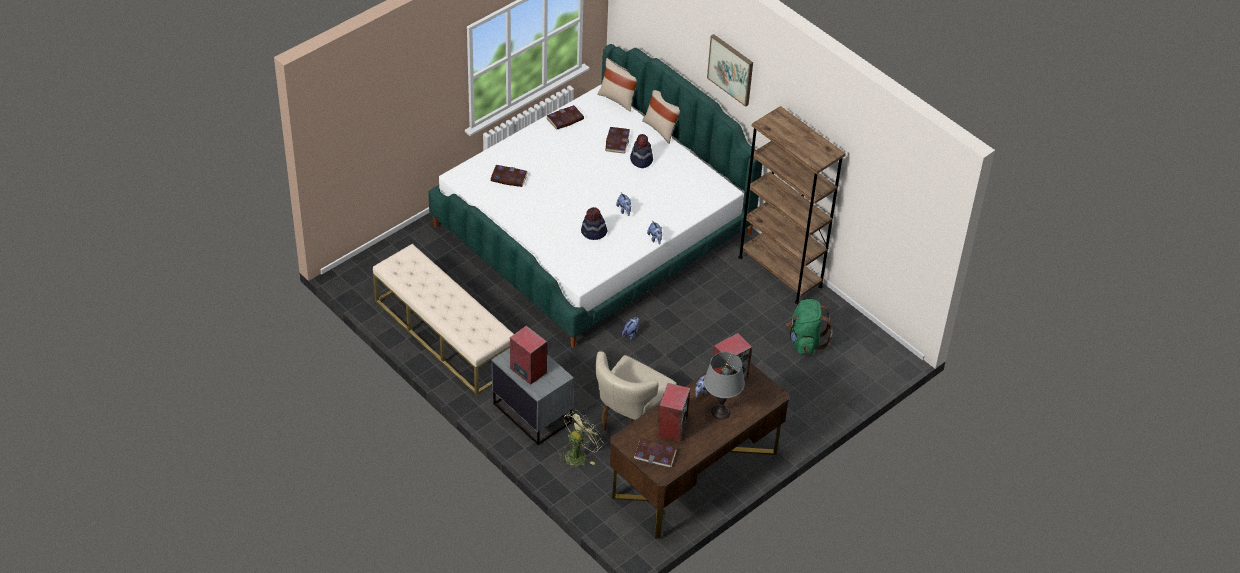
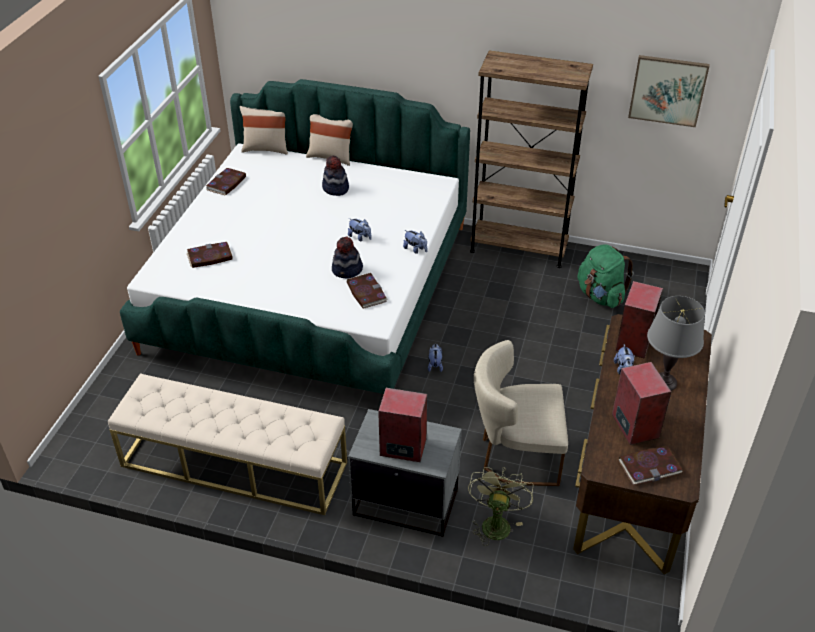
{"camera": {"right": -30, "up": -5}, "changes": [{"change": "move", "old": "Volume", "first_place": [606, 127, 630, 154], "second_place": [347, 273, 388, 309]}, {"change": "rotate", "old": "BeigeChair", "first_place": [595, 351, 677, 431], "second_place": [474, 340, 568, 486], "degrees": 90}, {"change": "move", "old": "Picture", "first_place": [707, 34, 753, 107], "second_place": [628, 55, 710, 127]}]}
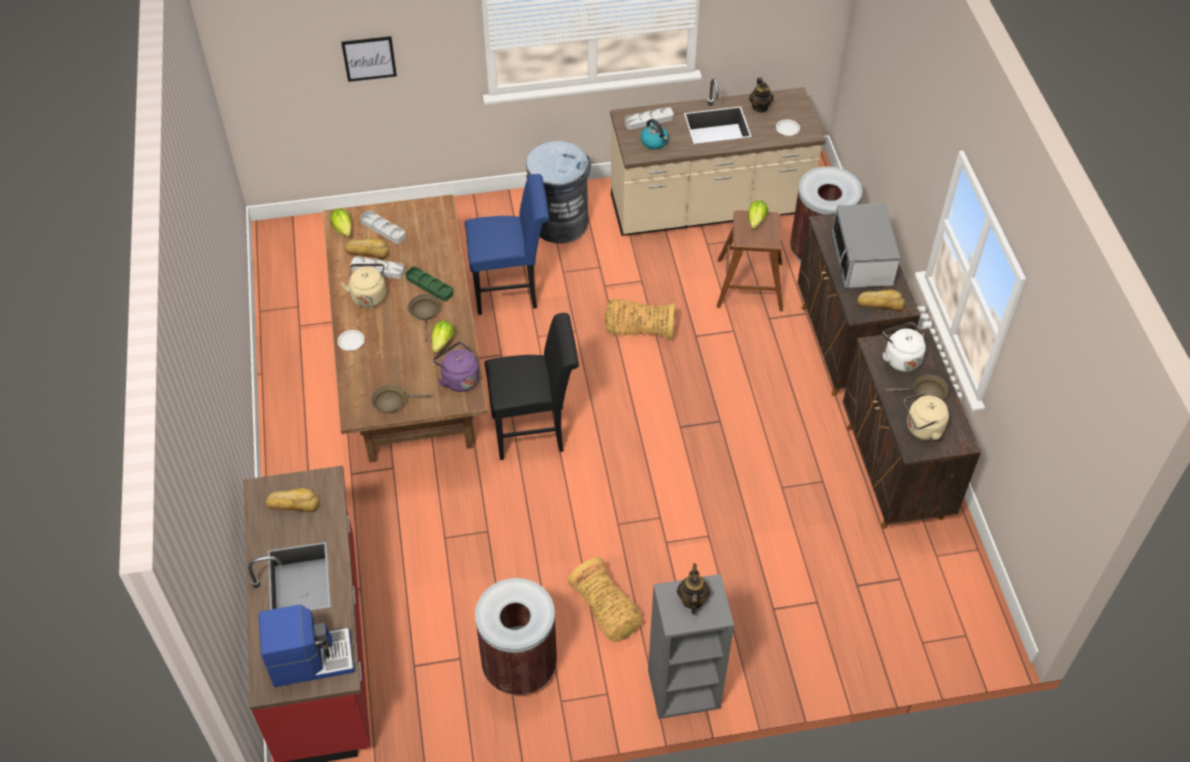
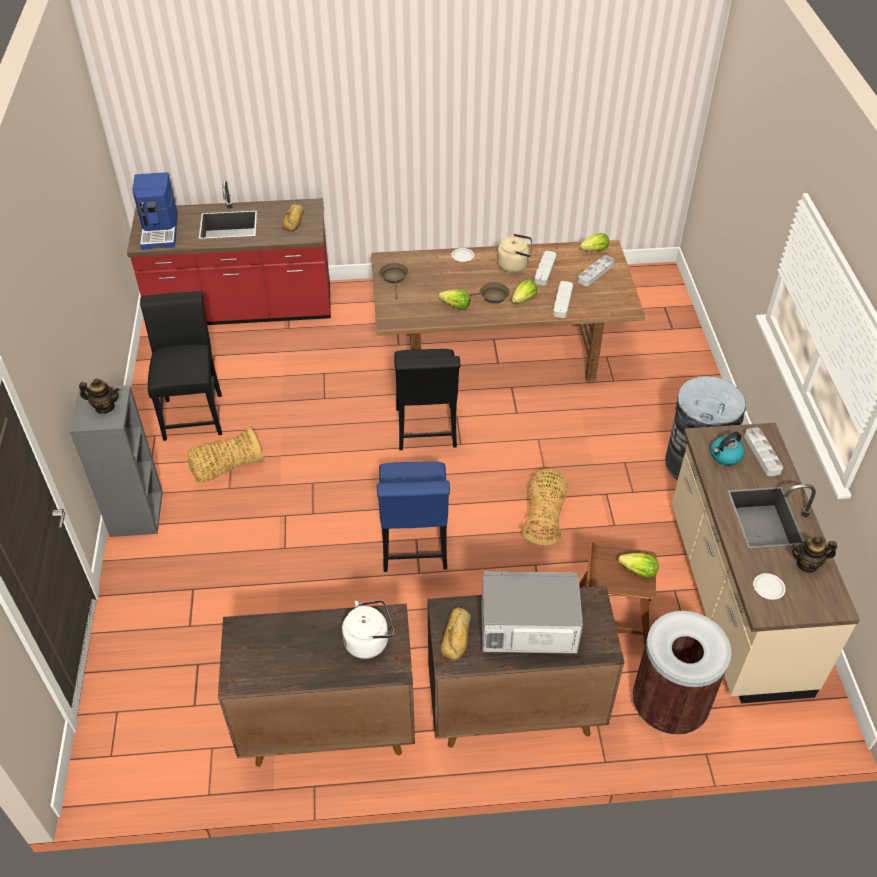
{"camera": {"right": 95, "up": -5}, "changes": [{"change": "replace", "old": "BrownColouredWasteBin", "new": "BlackColouredChair", "first_place": [475, 578, 557, 695], "second_place": [140, 291, 222, 441]}, {"change": "move", "old": "BluishChair", "first_place": [465, 174, 549, 315], "second_place": [377, 462, 450, 572]}, {"change": "replace", "old": "GreenColouredCarryingTray", "new": "LettuceHead", "first_place": [406, 267, 453, 301], "second_place": [512, 280, 537, 303]}, {"change": "insert", "new": "GreyCarryingTray", "second_place": [553, 281, 573, 318]}, {"change": "delete", "old": "Picture", "first_place": [341, 36, 397, 82]}, {"change": "delete", "old": "BakedBread", "first_place": [344, 238, 390, 259]}, {"change": "delete", "old": "PurplishTeaKettle", "first_place": [433, 342, 479, 392]}, {"change": "delete", "old": "BrownColouredFryingPan", "first_place": [886, 374, 949, 400]}, {"change": "delete", "old": "BeigeTeaKettle", "first_place": [904, 393, 949, 440]}]}
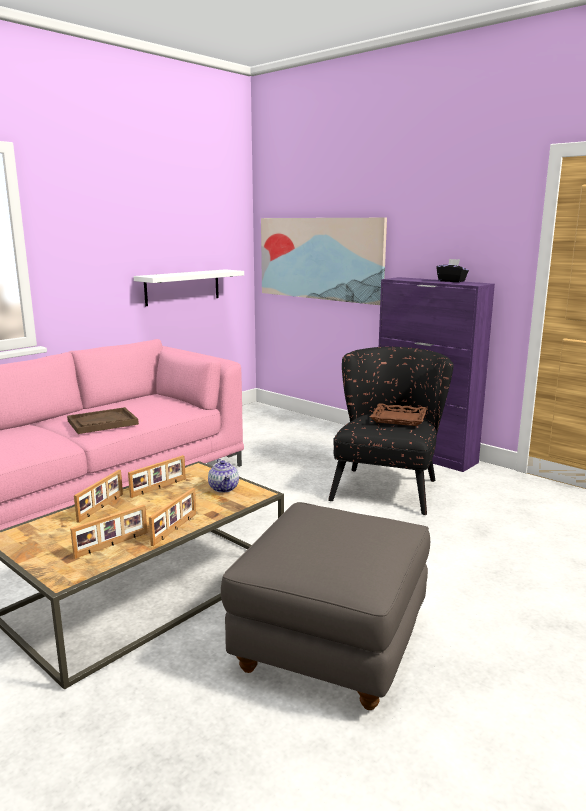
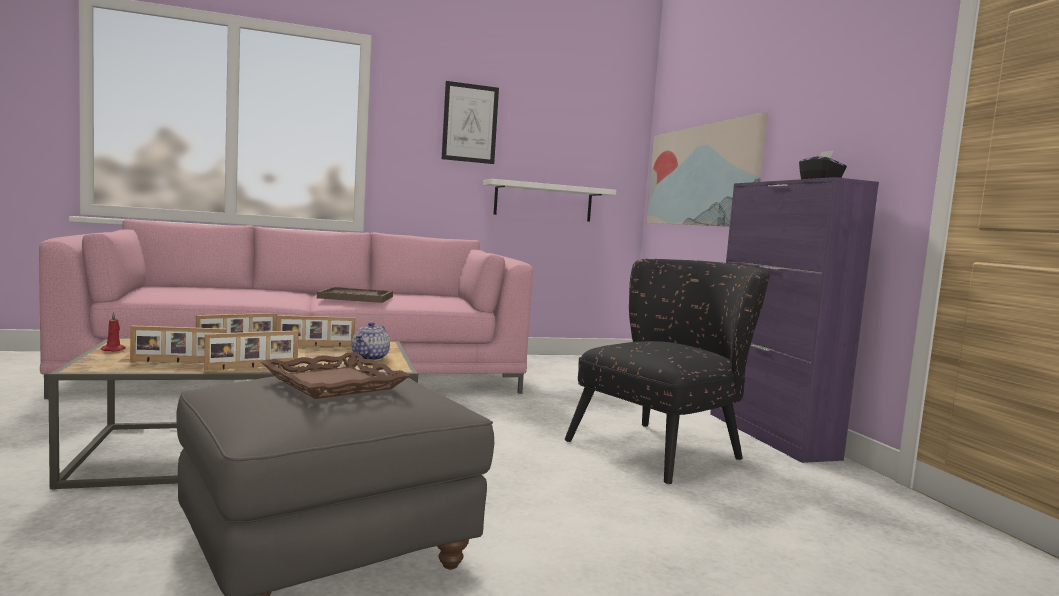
{"camera": {"right": 30, "up": -10}, "changes": [{"change": "insert", "new": "ReddishWaxLight", "second_place": [101, 312, 126, 351]}, {"change": "move", "old": "BrownColouredCarryingTray", "first_place": [370, 403, 428, 426], "second_place": [261, 352, 411, 399]}, {"change": "insert", "new": "Picture", "second_place": [442, 81, 499, 164]}]}
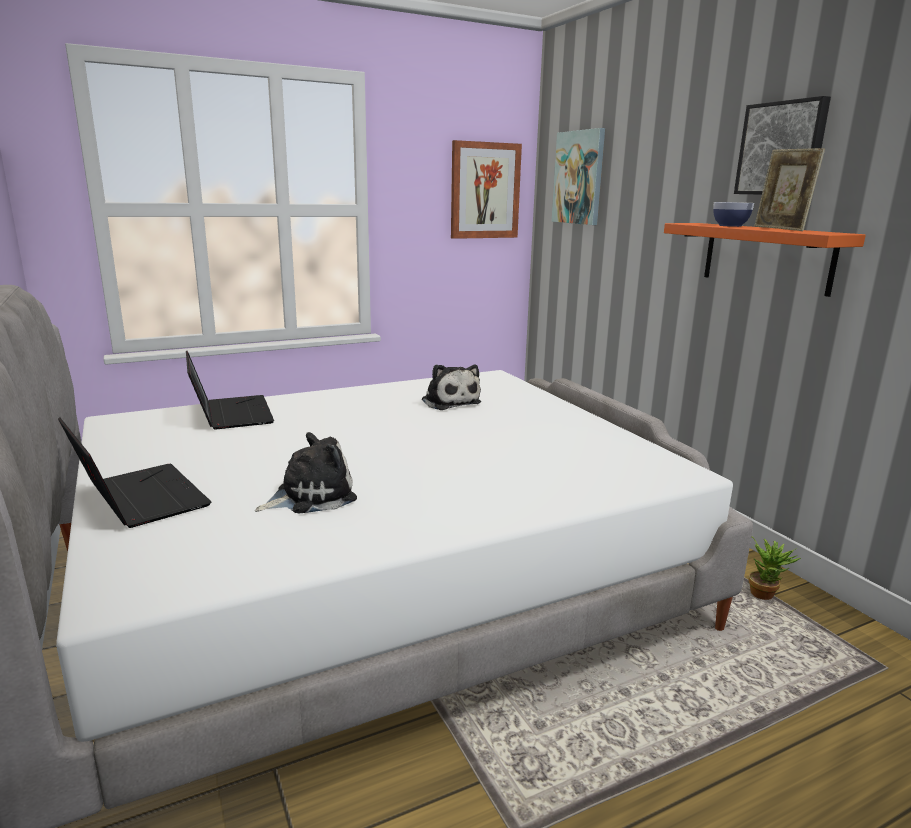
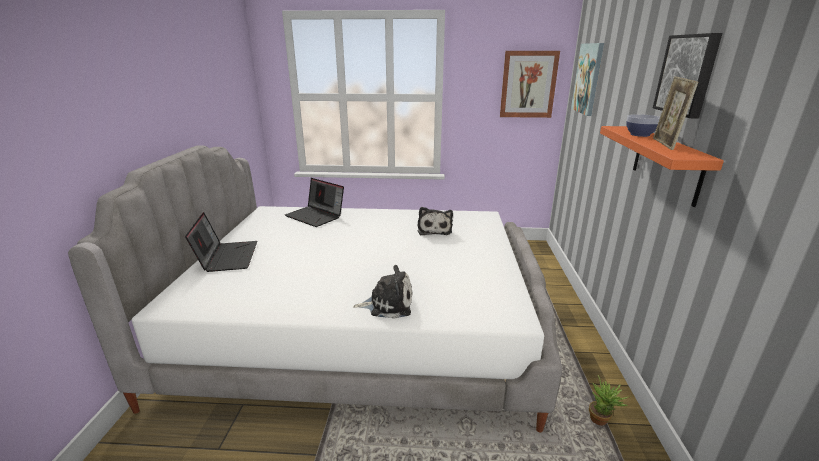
{"camera": {"right": 30, "up": 5}, "changes": [{"change": "rotate", "old": "PortableComputer", "first_place": [186, 351, 274, 430], "second_place": [285, 178, 344, 227], "degrees": 120}, {"change": "move", "old": "PlushToy", "first_place": [255, 432, 357, 514], "second_place": [353, 265, 412, 319]}]}
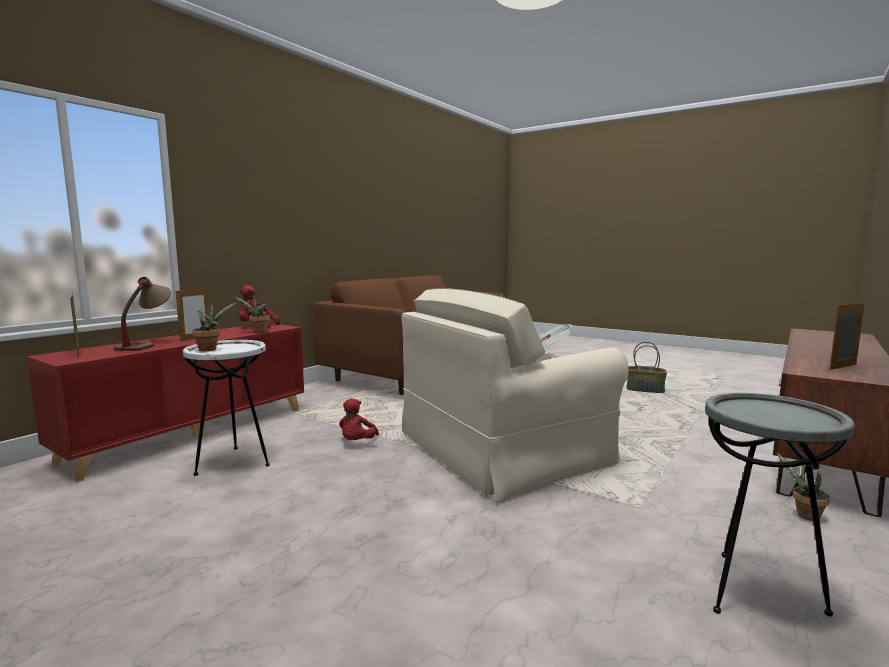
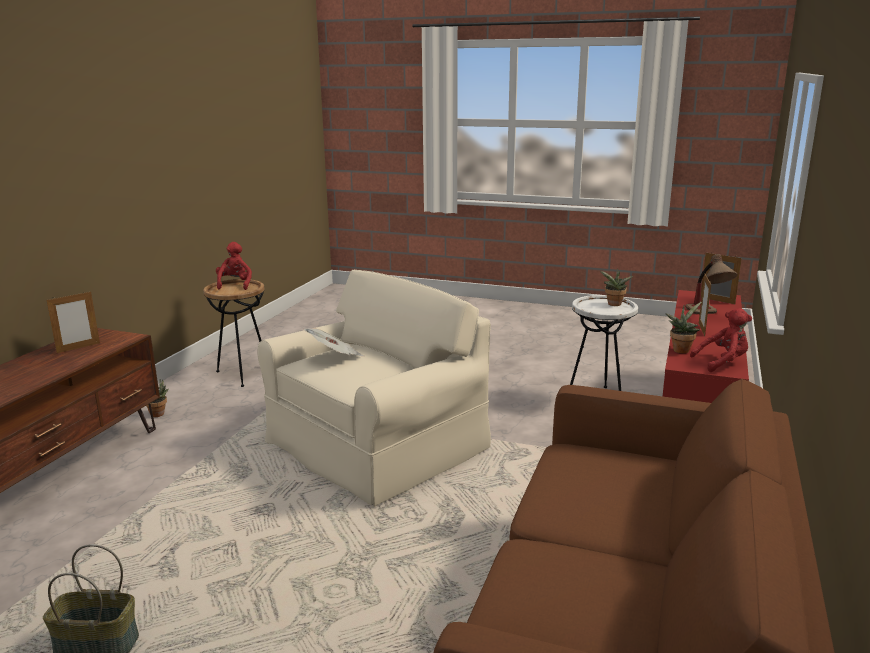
{"camera": {"right": 165, "up": 10}, "changes": [{"change": "recolor", "old": "GreyEndTable", "new": "BrownColouredEndTable", "first_place": [705, 393, 855, 617], "second_place": [203, 279, 264, 387]}, {"change": "move", "old": "ReddishPlushToy", "first_place": [339, 398, 379, 440], "second_place": [216, 242, 252, 290]}]}
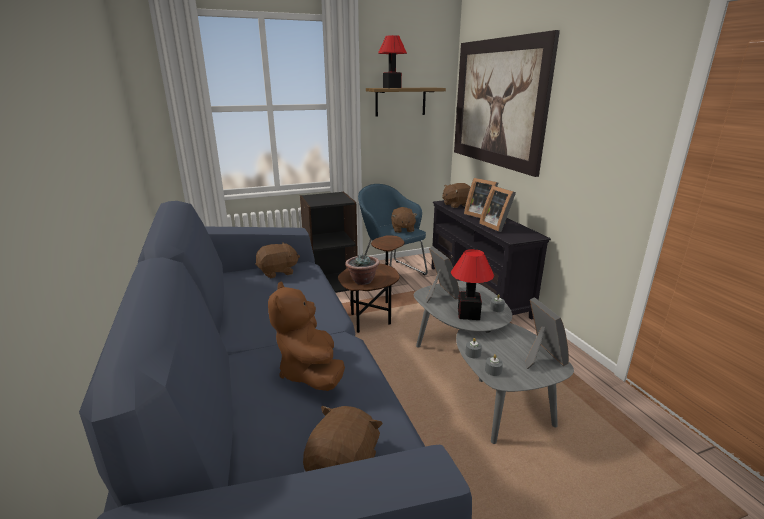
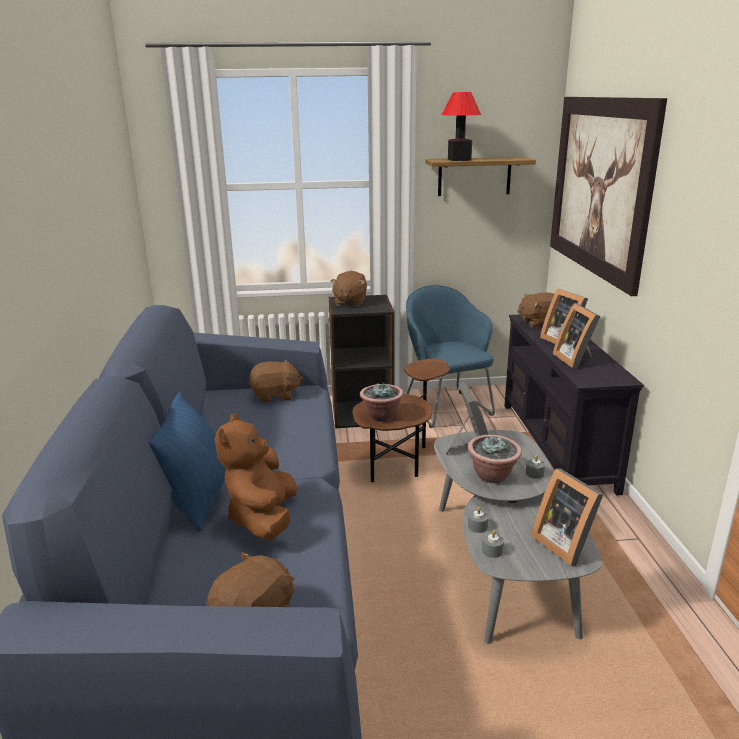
{"camera": {"right": 15, "up": 0}, "changes": [{"change": "insert", "new": "BluishThrowPillow", "second_place": [149, 392, 225, 532]}, {"change": "move", "old": "BrownColouredPlushToy", "first_place": [391, 207, 417, 233], "second_place": [330, 271, 367, 306]}, {"change": "replace", "old": "TabletopLamp", "new": "PottedPlant", "first_place": [451, 249, 494, 320], "second_place": [468, 435, 522, 483]}, {"change": "rotate", "old": "PhotoFrame", "first_place": [525, 297, 569, 369], "second_place": [531, 468, 603, 566], "degrees": 150}]}
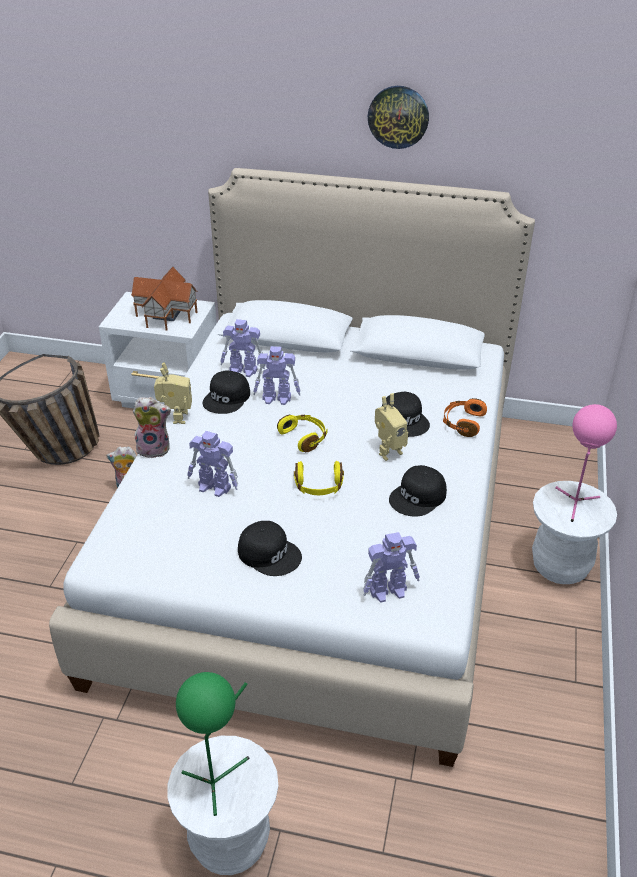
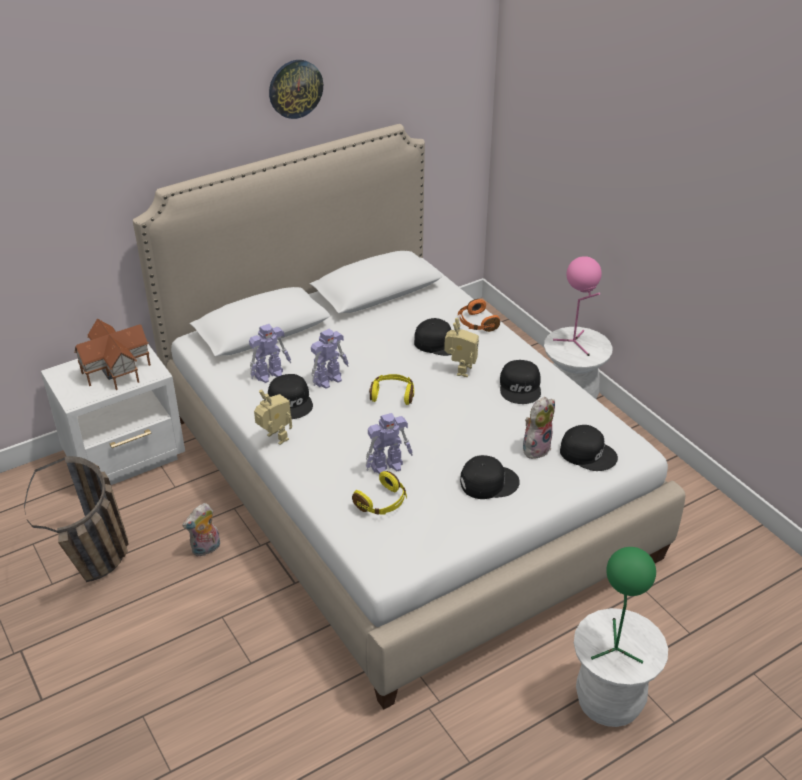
{"camera": {"right": -45, "up": 0}, "changes": [{"change": "move", "old": "YellowishPairOfHeadphones", "first_place": [294, 461, 344, 495], "second_place": [352, 471, 407, 515]}, {"change": "move", "old": "PlushToy", "first_place": [133, 397, 171, 458], "second_place": [523, 397, 555, 460]}, {"change": "replace", "old": "RobotFigure", "new": "BlackColouredBaseballCap", "first_place": [363, 532, 420, 603], "second_place": [560, 425, 618, 471]}]}
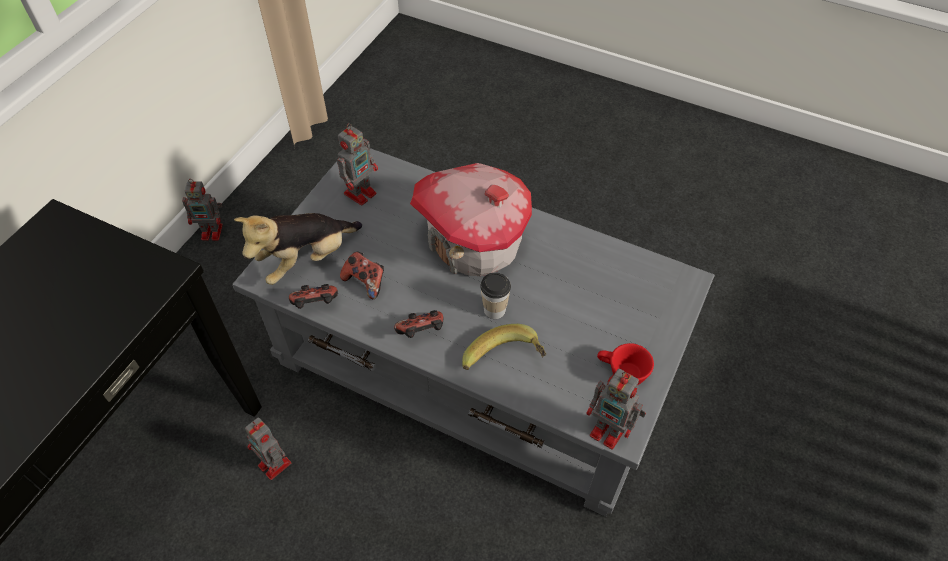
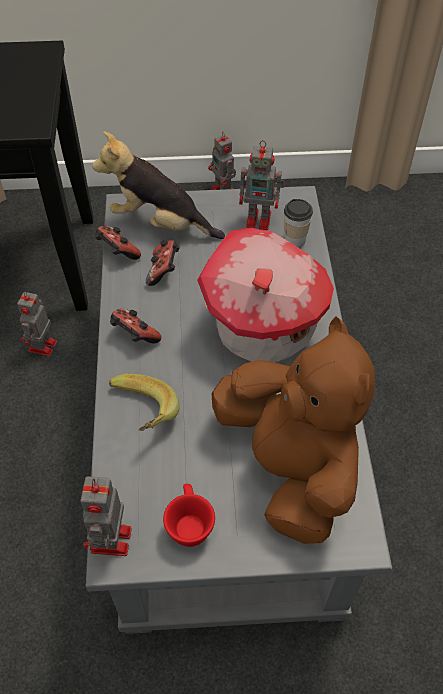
{"camera": {"right": 60, "up": 0}, "changes": [{"change": "insert", "new": "BrownColouredPlushToy", "second_place": [212, 316, 375, 544]}, {"change": "move", "old": "SmallCup", "first_place": [480, 272, 511, 319], "second_place": [284, 199, 313, 247]}]}
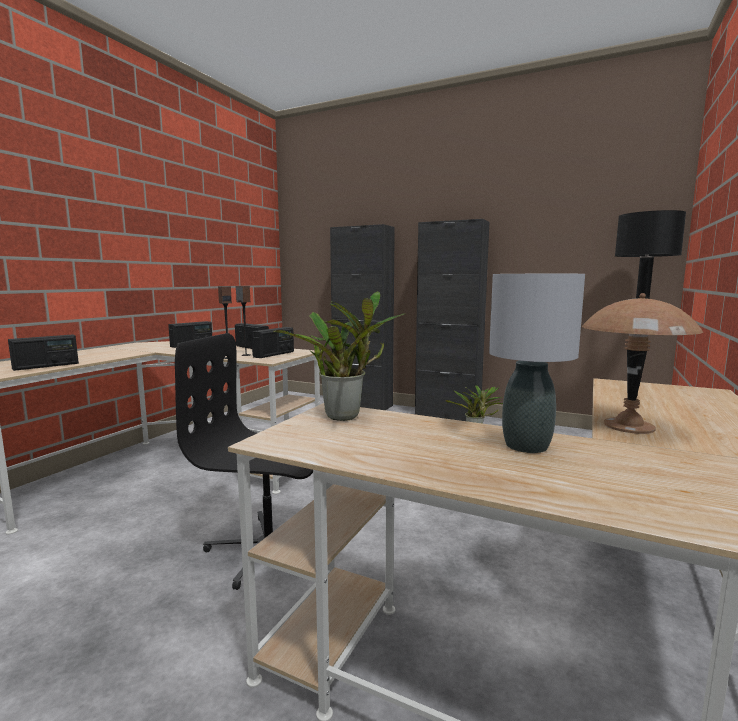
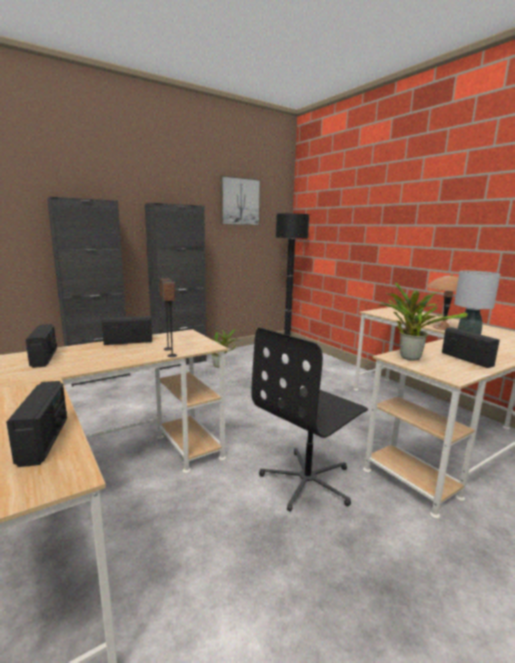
{"camera": {"right": -60, "up": 5}, "changes": [{"change": "insert", "new": "Picture", "second_place": [220, 175, 261, 226]}, {"change": "move", "old": "Radio", "first_place": [252, 327, 294, 358], "second_place": [442, 327, 500, 368]}]}
